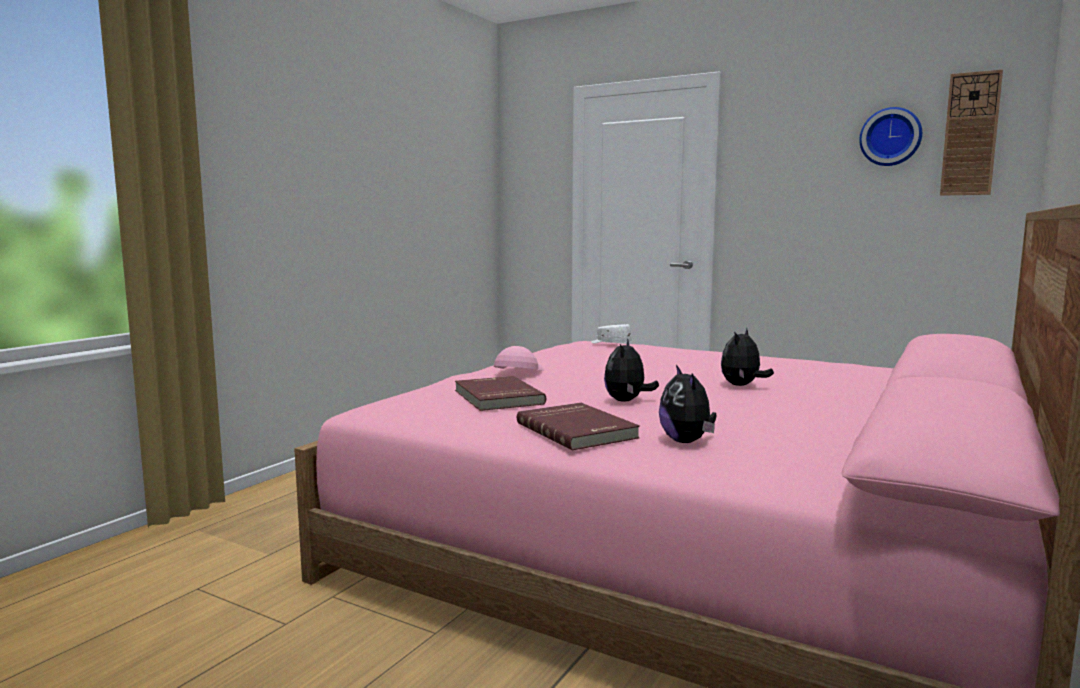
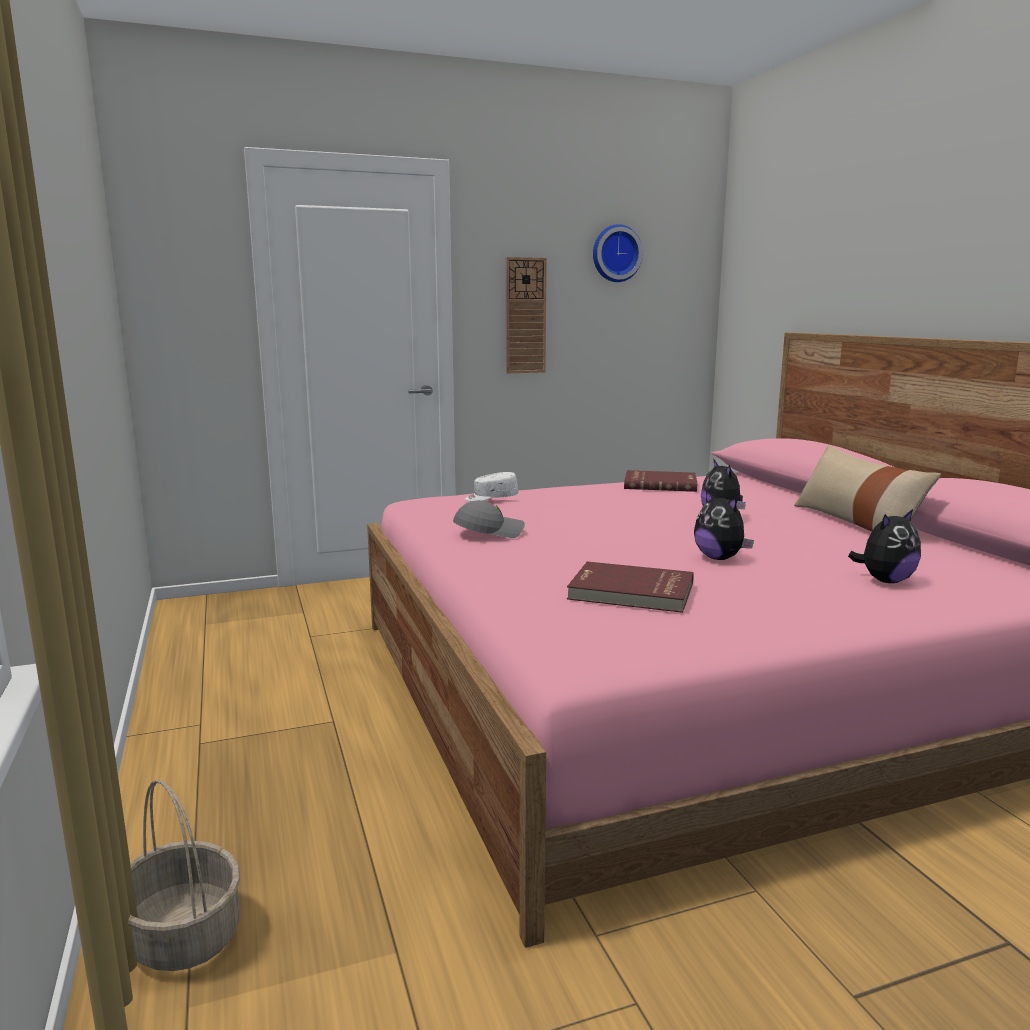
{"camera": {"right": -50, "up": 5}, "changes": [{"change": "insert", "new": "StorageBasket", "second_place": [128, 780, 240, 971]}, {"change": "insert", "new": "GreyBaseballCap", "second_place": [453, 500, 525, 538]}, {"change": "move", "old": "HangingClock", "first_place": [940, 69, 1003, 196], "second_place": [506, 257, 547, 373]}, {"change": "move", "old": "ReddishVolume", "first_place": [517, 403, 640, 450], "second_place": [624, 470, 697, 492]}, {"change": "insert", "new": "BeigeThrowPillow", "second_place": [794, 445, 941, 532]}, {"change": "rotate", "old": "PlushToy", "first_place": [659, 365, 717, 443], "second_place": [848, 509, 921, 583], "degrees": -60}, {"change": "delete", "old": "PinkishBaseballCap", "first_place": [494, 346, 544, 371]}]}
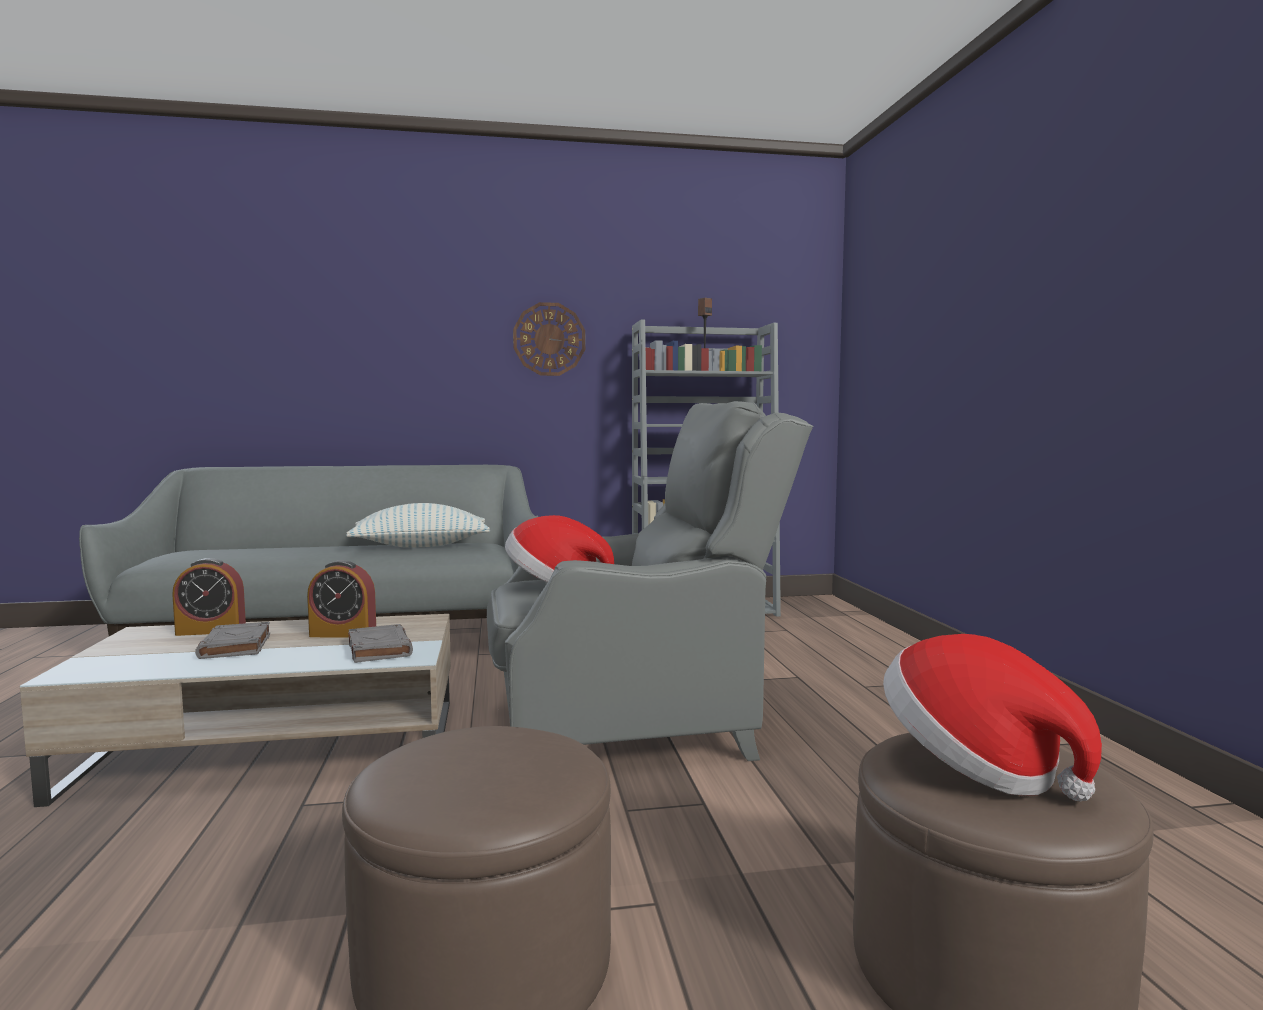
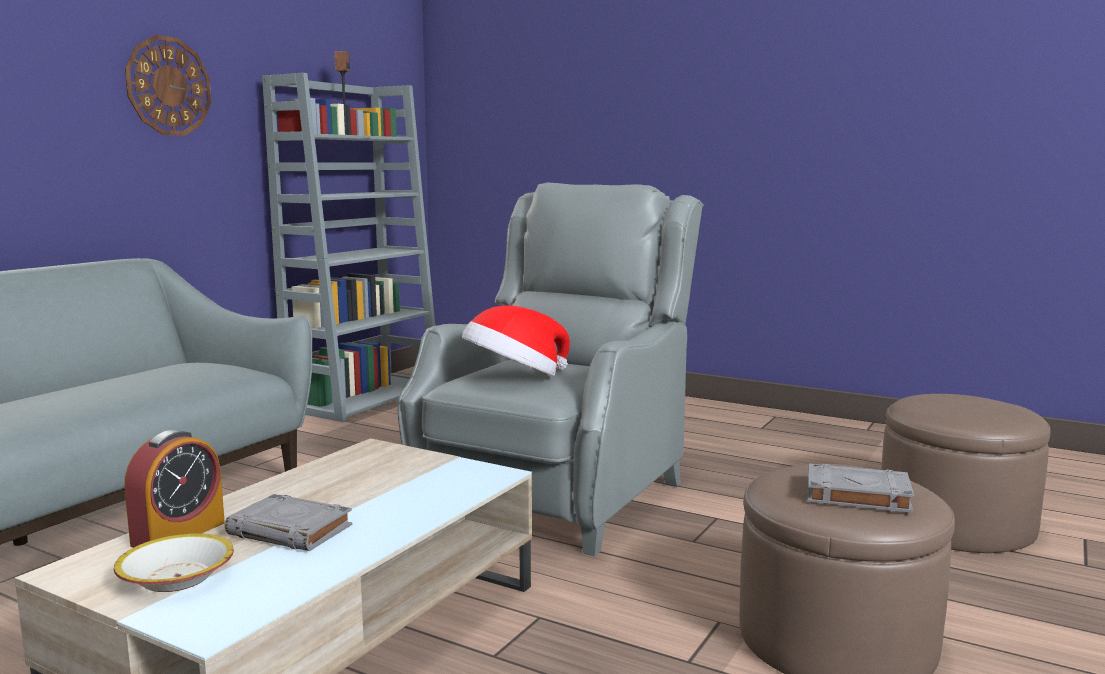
{"camera": {"right": -50, "up": 5}, "changes": [{"change": "insert", "new": "DeepDish", "second_place": [114, 533, 234, 592]}, {"change": "move", "old": "GreyVolume", "first_place": [348, 624, 413, 663], "second_place": [808, 463, 915, 513]}, {"change": "delete", "old": "TableClock", "first_place": [307, 560, 376, 638]}, {"change": "delete", "old": "ThrowPillow", "first_place": [346, 503, 490, 548]}, {"change": "delete", "old": "Hat", "first_place": [883, 634, 1102, 801]}]}
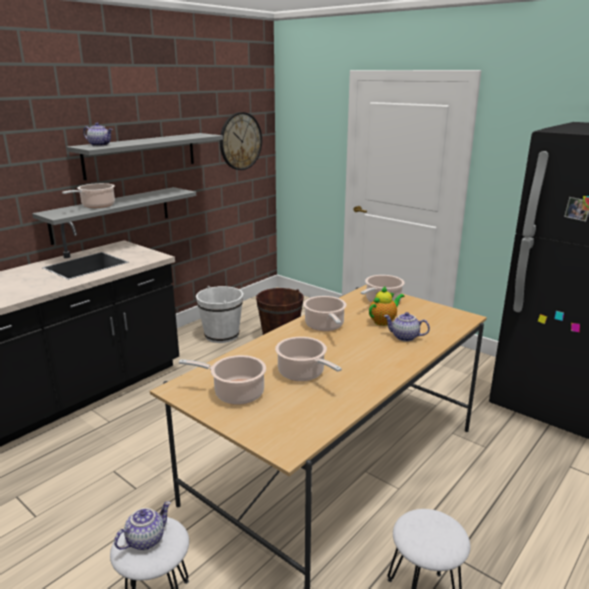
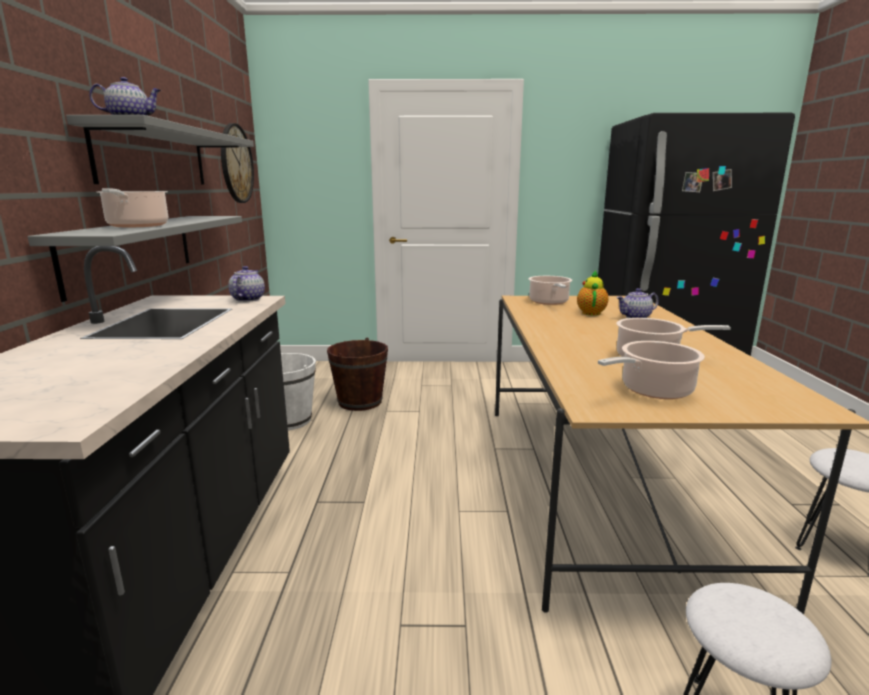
{"camera": {"right": -40, "up": -5}, "changes": [{"change": "move", "old": "TeaPot", "first_place": [114, 501, 171, 550], "second_place": [228, 266, 265, 302]}, {"change": "delete", "old": "Stockpot", "first_place": [303, 296, 346, 331]}]}
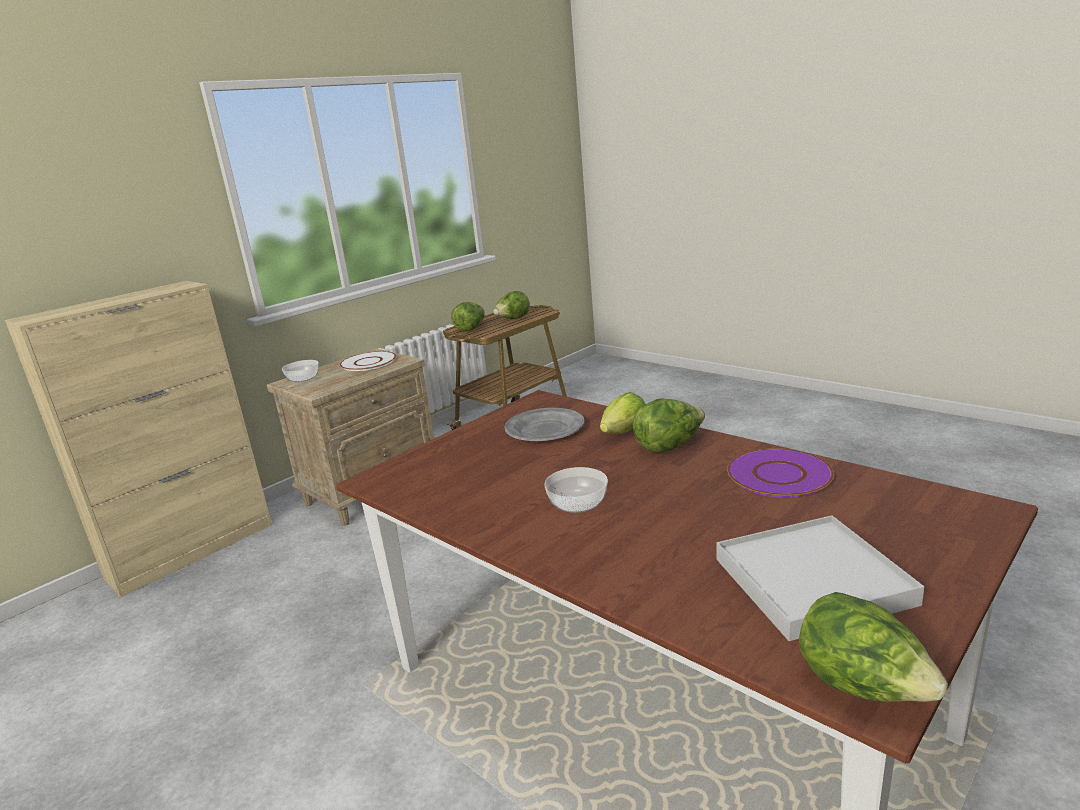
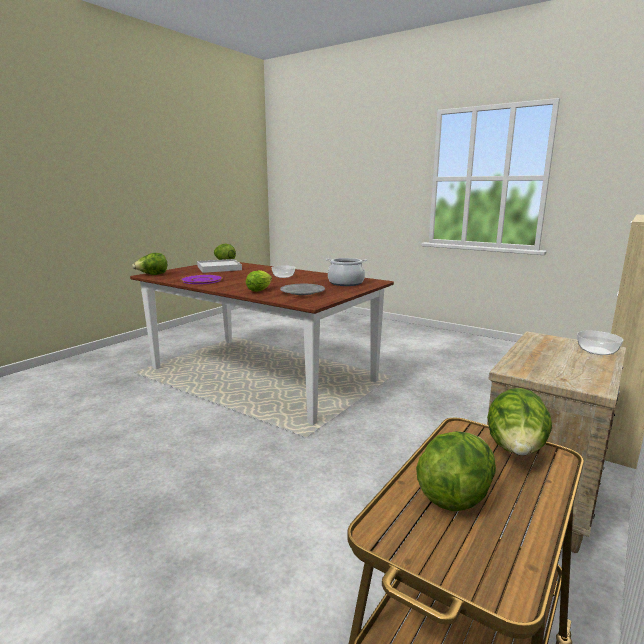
{"camera": {"right": 170, "up": -5}, "changes": [{"change": "move", "old": "LettuceHead", "first_place": [633, 398, 705, 453], "second_place": [133, 253, 167, 275]}, {"change": "insert", "new": "Stockpot", "second_place": [326, 258, 367, 286]}, {"change": "delete", "old": "WhiteColouredFlatDish", "first_place": [340, 351, 396, 371]}]}
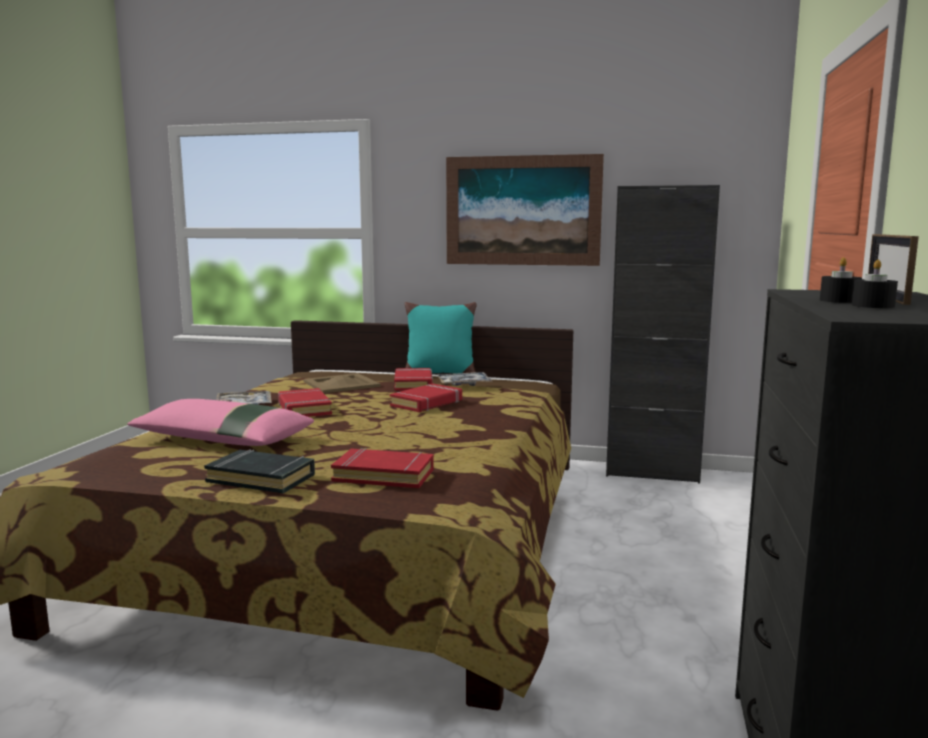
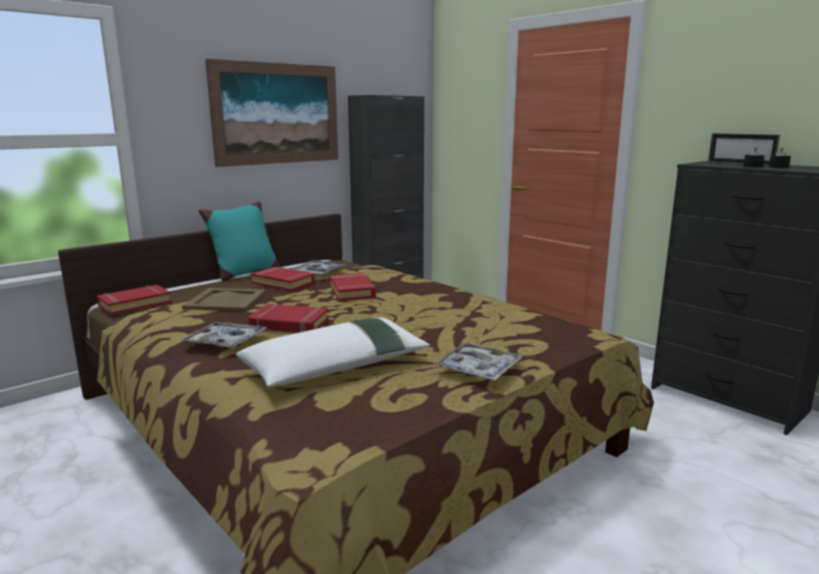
{"camera": {"right": -55, "up": 5}, "changes": [{"change": "move", "old": "ReddishVolume", "first_place": [331, 448, 434, 488], "second_place": [97, 285, 171, 315]}, {"change": "recolor", "old": "PinkishThrowPillow", "new": "WhiteColouredThrowPillow", "first_place": [127, 399, 314, 446], "second_place": [236, 317, 430, 387]}, {"change": "replace", "old": "BlackColouredVolume", "new": "CarryingTray", "first_place": [204, 449, 315, 493], "second_place": [433, 342, 523, 381]}]}
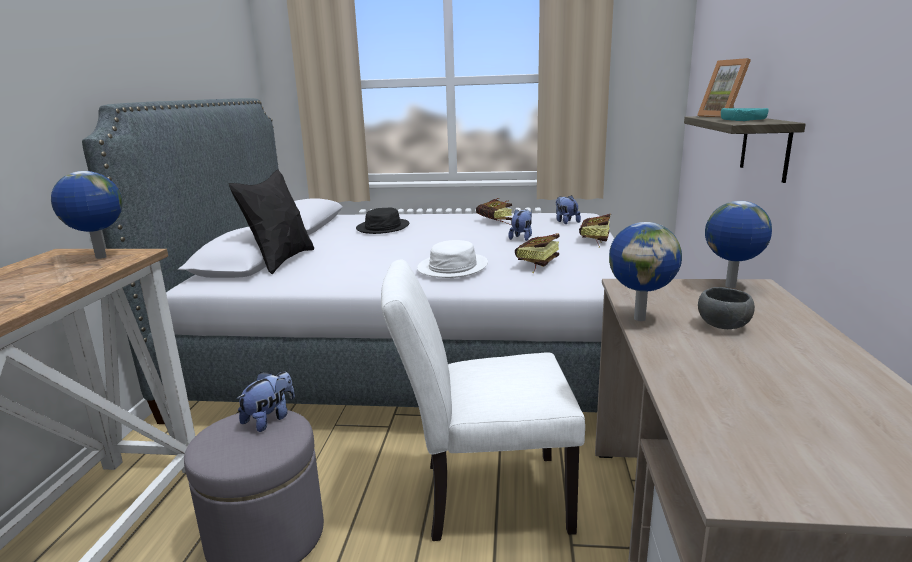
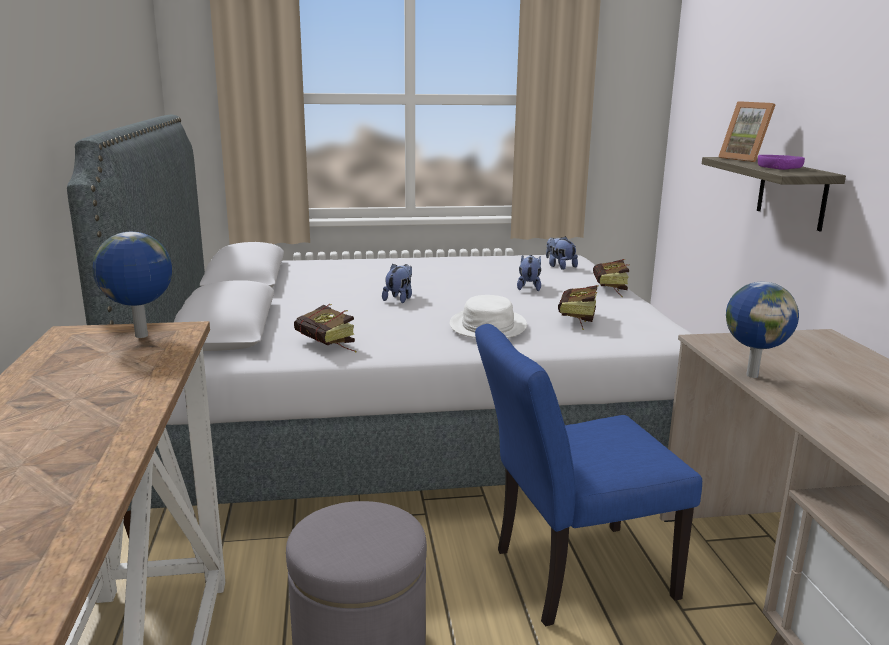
{"camera": {"right": -15, "up": 0}, "changes": [{"change": "move", "old": "Volume", "first_place": [476, 198, 512, 225], "second_place": [294, 304, 356, 352]}, {"change": "move", "old": "PlushToy", "first_place": [237, 371, 295, 432], "second_place": [382, 263, 412, 303]}, {"change": "recolor", "old": "WhiteColouredChair", "new": "BluishChair", "first_place": [381, 260, 585, 541], "second_place": [475, 324, 702, 626]}, {"change": "recolor", "old": "TurquoiseColouredDeepDish", "new": "PurplishDeepDish", "first_place": [721, 108, 769, 121], "second_place": [758, 155, 805, 170]}, {"change": "delete", "old": "BlackColouredThrowPillow", "first_place": [229, 169, 314, 274]}, {"change": "delete", "old": "BlackColouredHat", "first_place": [356, 208, 409, 234]}, {"change": "delete", "old": "GreyDeepDish", "first_place": [698, 287, 755, 329]}, {"change": "delete", "old": "DeskGlobe", "first_place": [705, 201, 772, 288]}]}
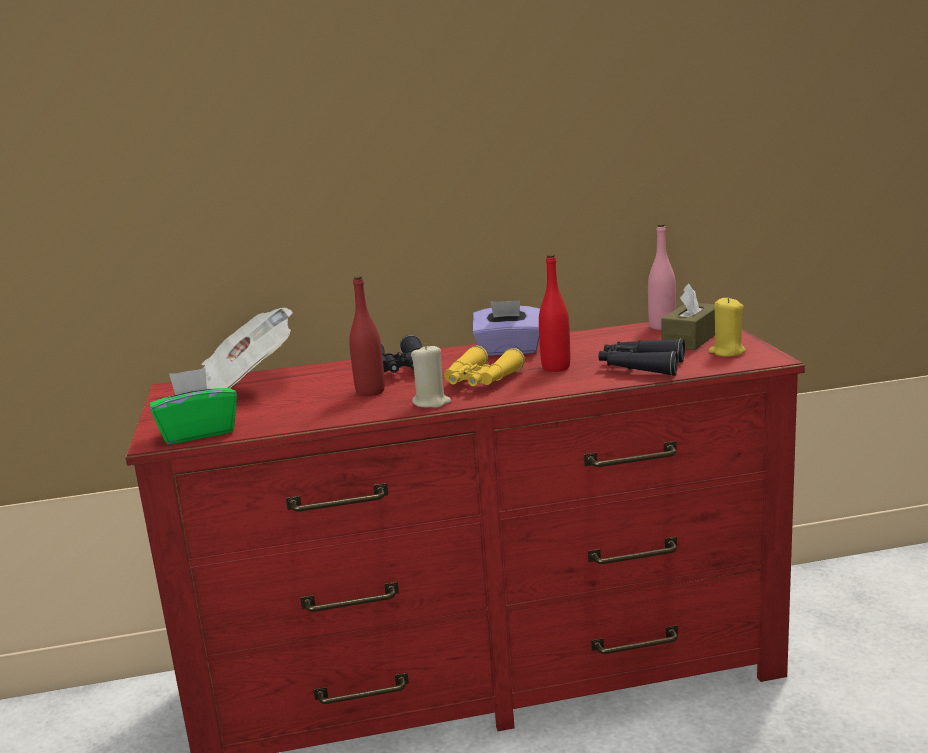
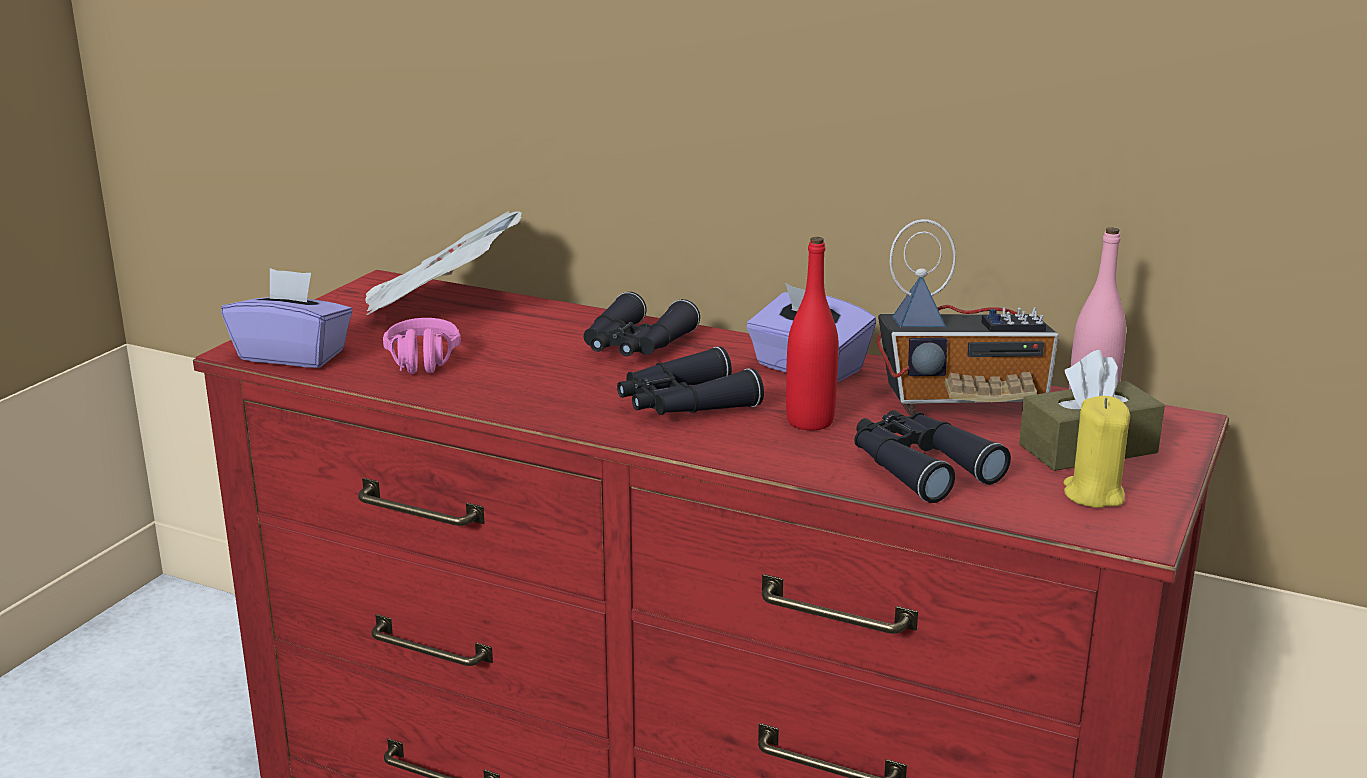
{"camera": {"right": 35, "up": 5}, "changes": [{"change": "recolor", "old": "GreenColouredTissueHolder", "new": "PurplishTissueHolder", "first_place": [150, 368, 237, 445], "second_place": [221, 268, 352, 368]}, {"change": "insert", "new": "PinkishPairOfHeadphones", "second_place": [383, 318, 461, 374]}, {"change": "recolor", "old": "YellowishPairOfBinoculars", "new": "BlackColouredPairOfBinoculars", "first_place": [444, 346, 525, 386], "second_place": [617, 347, 764, 415]}, {"change": "insert", "new": "Radio", "second_place": [877, 219, 1059, 416]}, {"change": "delete", "old": "ReddishBeverageBottle", "first_place": [349, 276, 385, 396]}, {"change": "delete", "old": "BeigeWaxLight", "first_place": [411, 344, 451, 408]}]}
